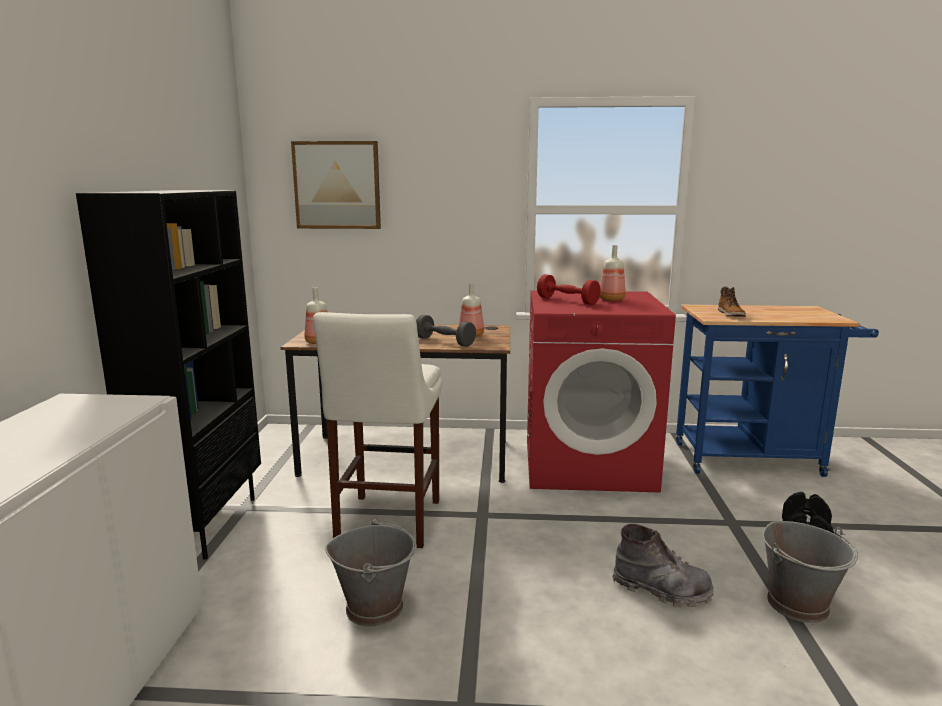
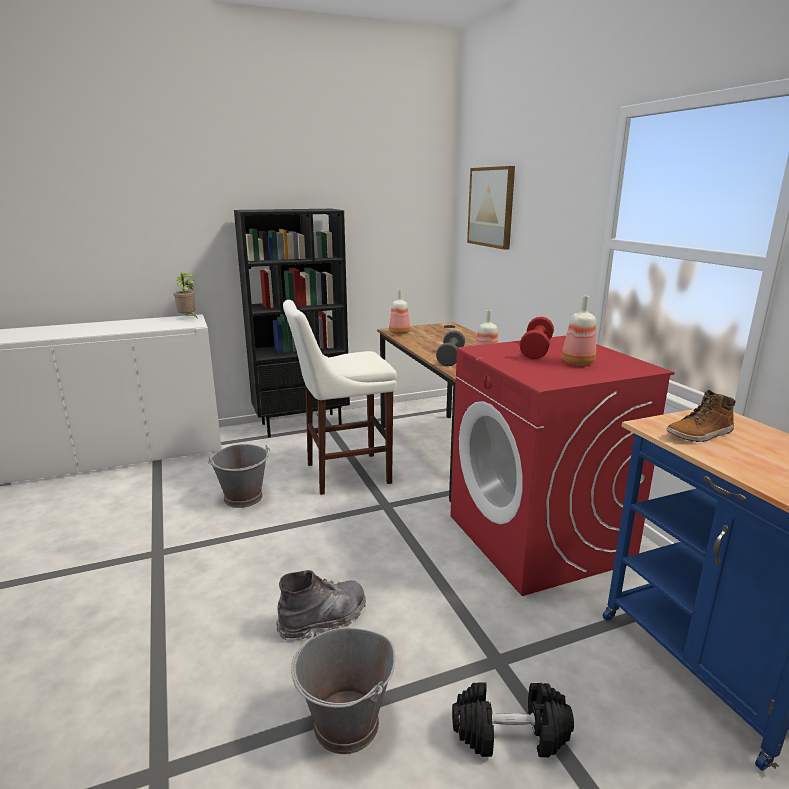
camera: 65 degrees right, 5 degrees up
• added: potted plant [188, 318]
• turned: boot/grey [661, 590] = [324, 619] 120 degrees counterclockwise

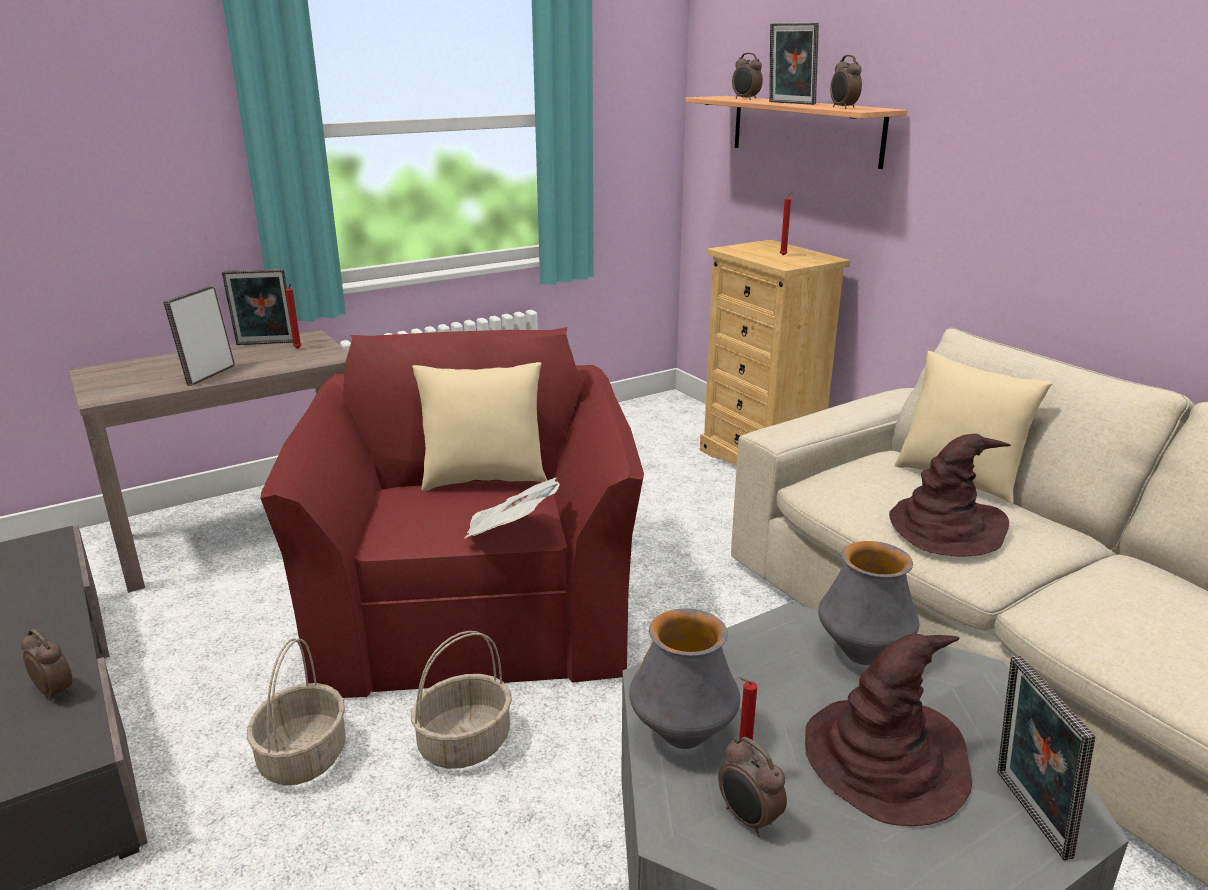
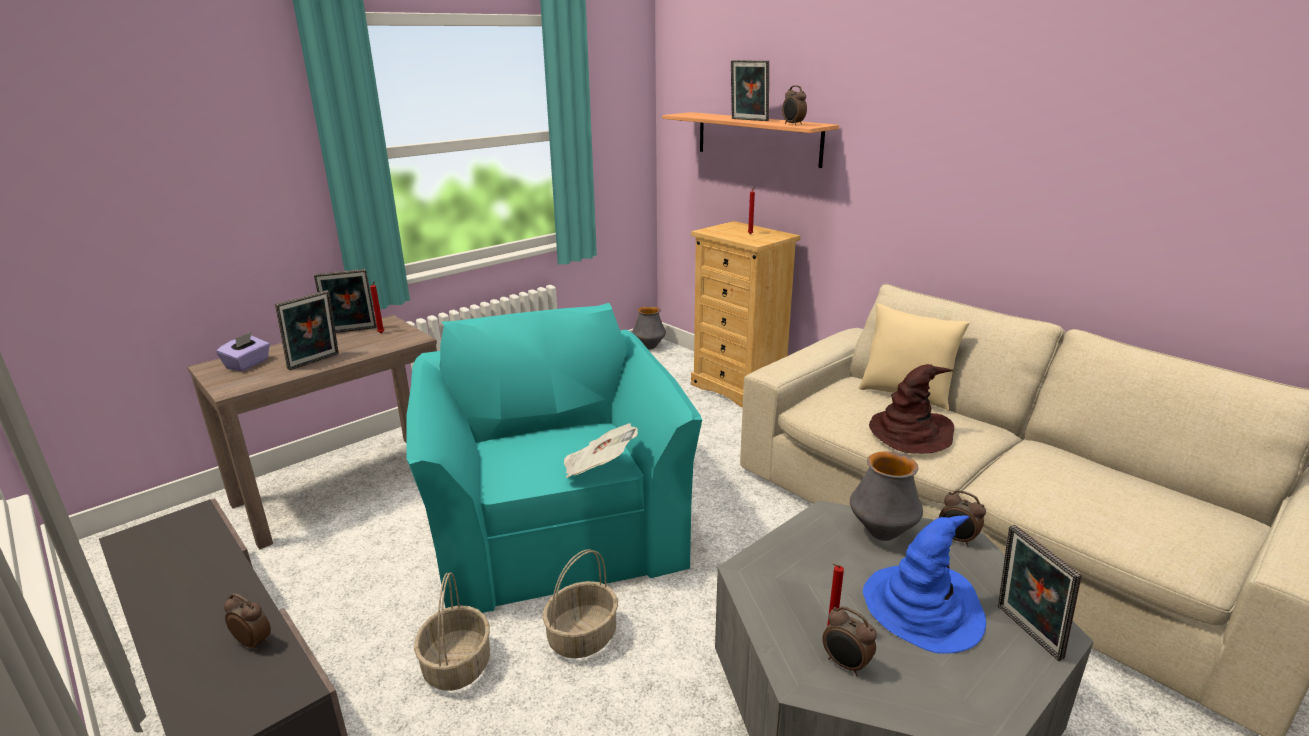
camera: 10 degrees left, 0 degrees up
• added: tissue box/purple [248, 364]
• turned: picture frame [208, 375] = [315, 362] 150 degrees counterclockwise
• recoloured: armchair/red [474, 601] to armchair/turquoise [554, 523]
• moved: vase [682, 736] to [649, 347]
• recoloured: hat/brown [886, 760] to hat/blue [923, 608]
• moved: alarm clock [745, 99] to [957, 539]
• removed: pillow/beige [484, 479]

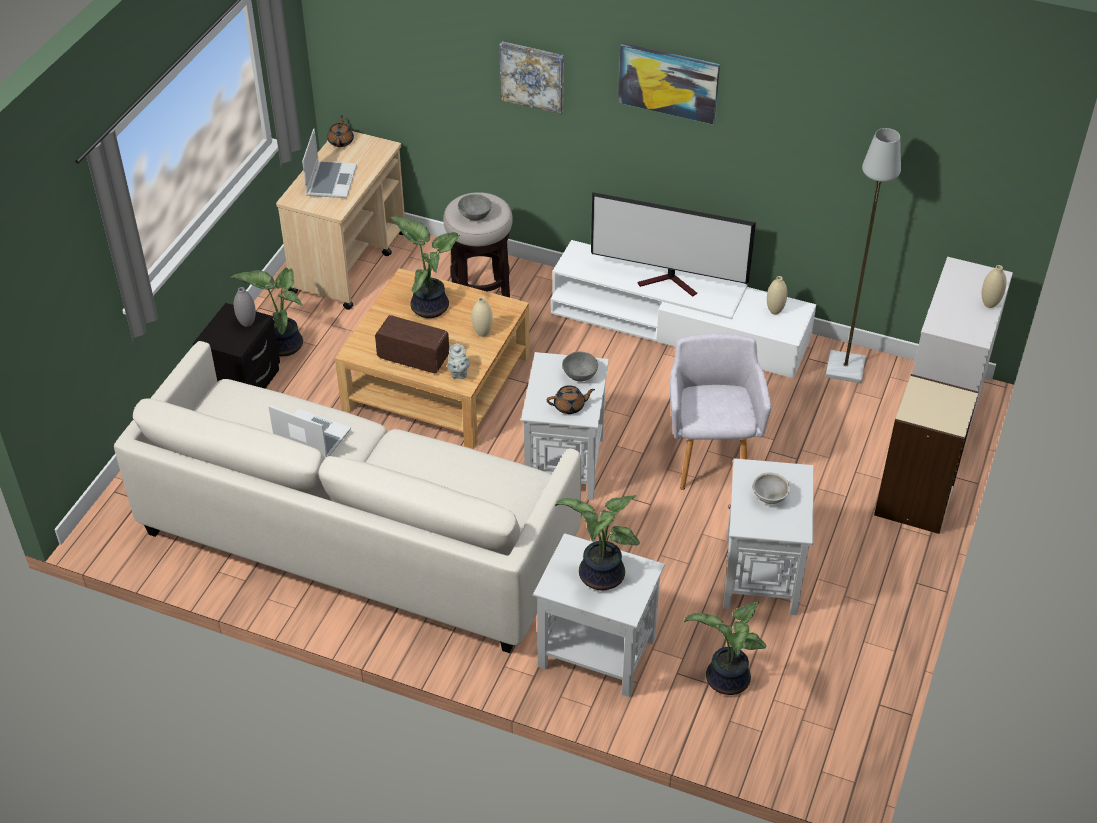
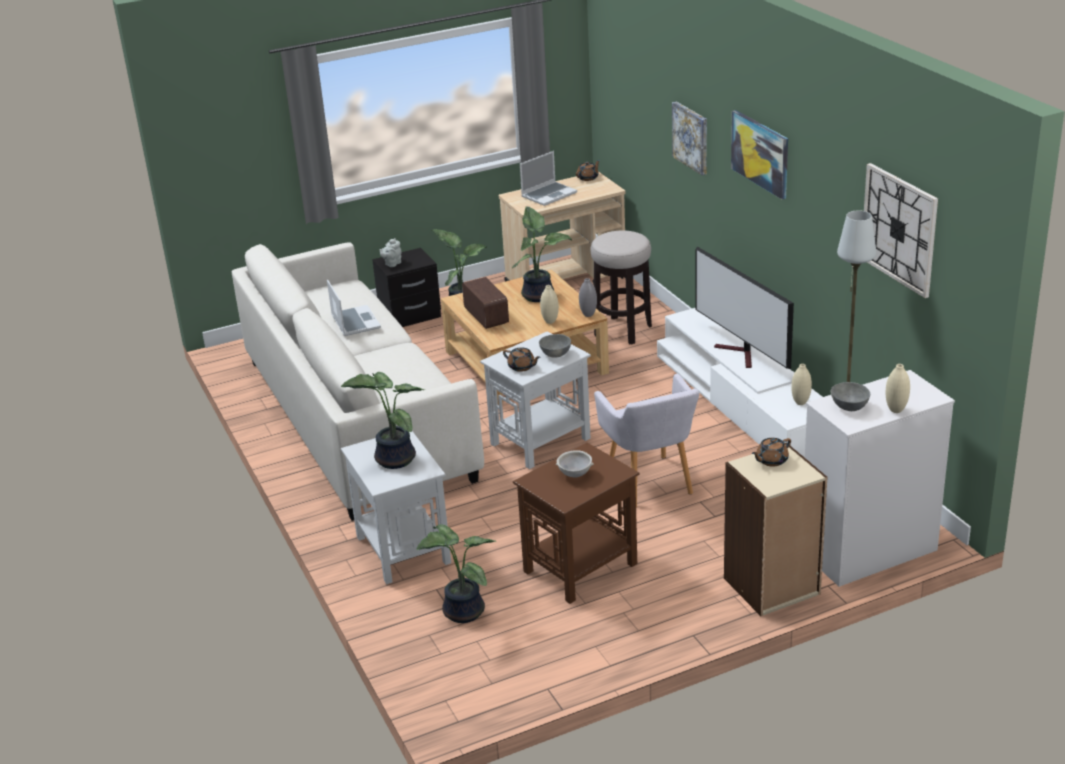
camera: 45 degrees right, 15 degrees down
• moved: teapot/grey [458, 373] to [392, 264]
• recoloured: side table/white [761, 576] to side table/brown [579, 568]
• moved: vase/grey [247, 323] to [588, 315]
• turned: armchair/grey [711, 456] = [650, 484] 120 degrees clockwise
• added: teapot/brown [771, 460]
• moved: bowl/grey [474, 216] to [849, 406]
• added: wall clock [899, 229]

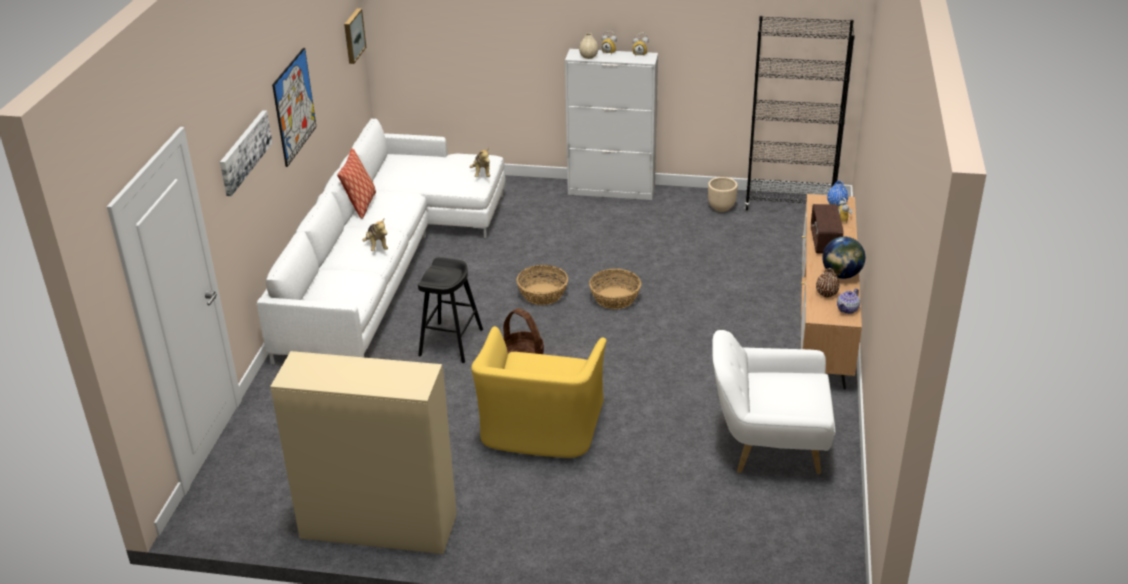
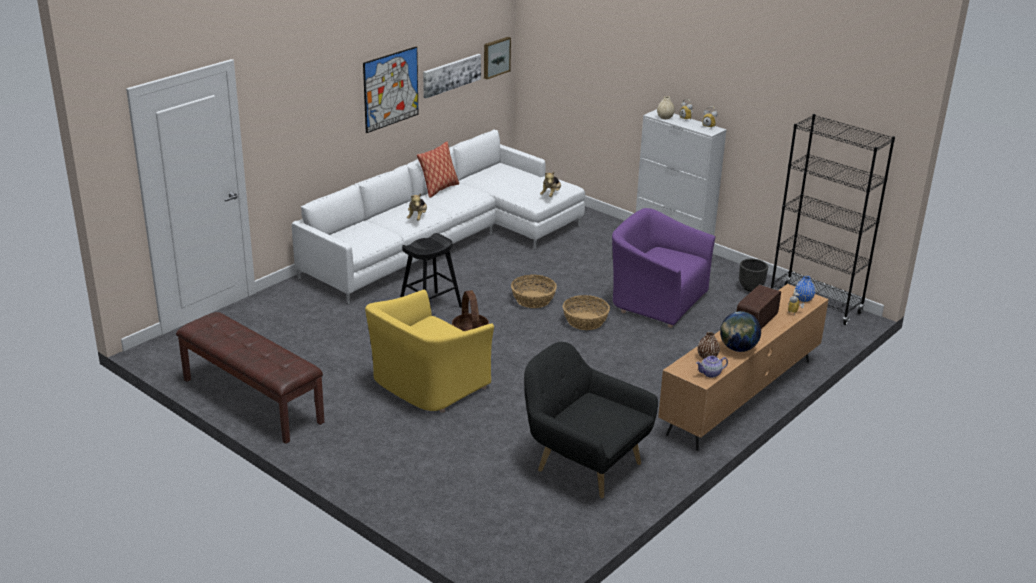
camera: 30 degrees right, 5 degrees down
• replaced: cabinet/beige [377, 528] to bench/brown [251, 401]
• moved: picture [244, 151] to [451, 75]
• recoloured: armchair/white [768, 446] to armchair/black [584, 463]
• added: armchair/purple [656, 301]
• recoloured: planter/beige [721, 208] to planter/black [751, 288]

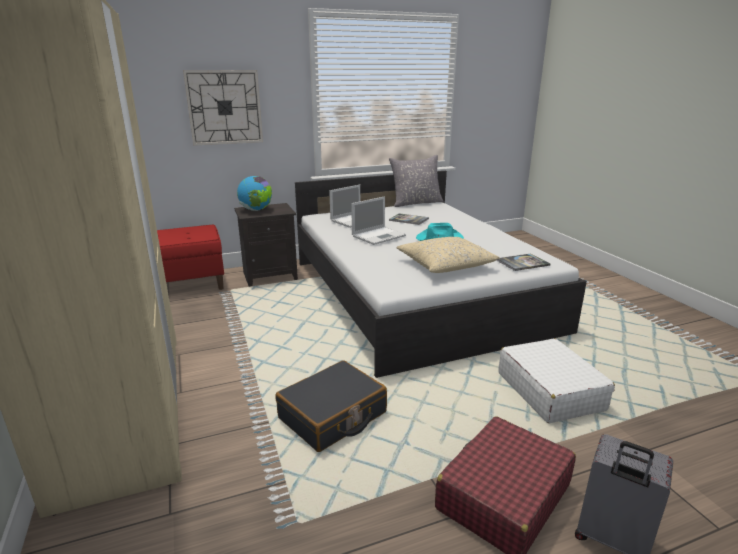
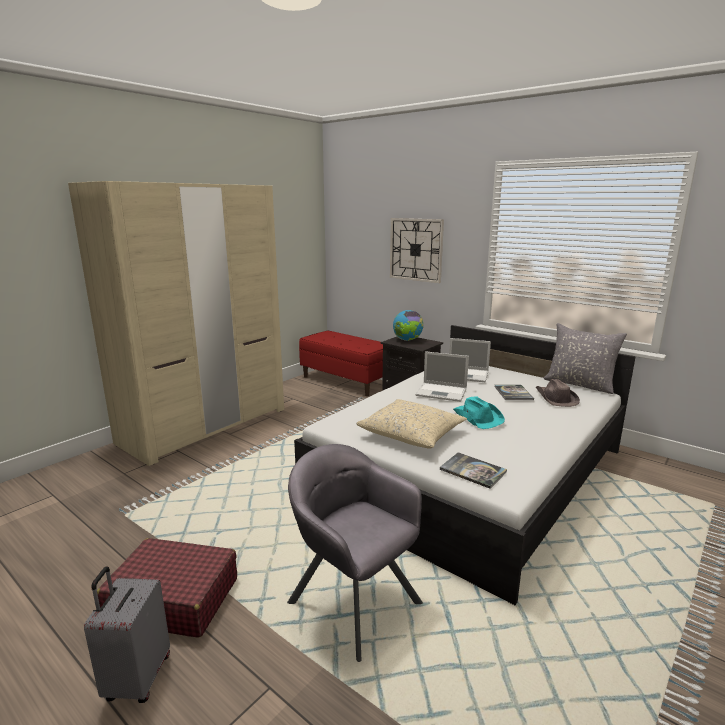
camera: 60 degrees right, 5 degrees down
• replaced: suitcase/white [549, 391] to armchair/grey [354, 602]
• added: hat/brown [555, 398]
• removed: suitcase/black [333, 416]

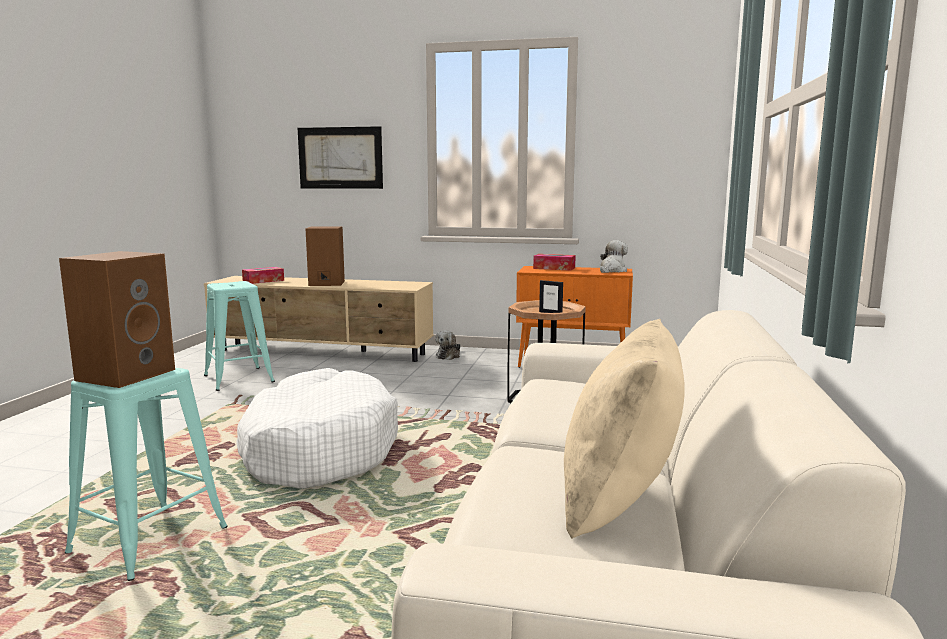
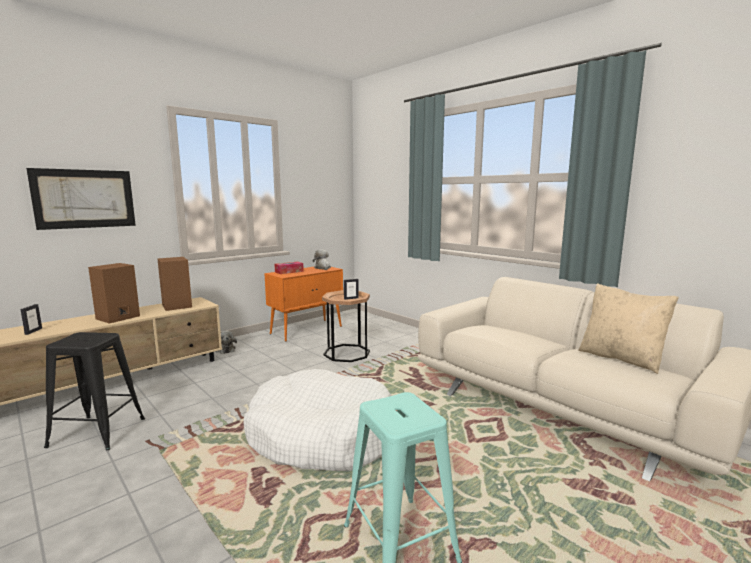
camera: 55 degrees left, 0 degrees up
• replaced: tissue box [263, 281] to picture frame [33, 331]
• recoloured: stool/turquoise [238, 379] to stool/black [97, 432]
• moved: speaker/brown [126, 374] to [176, 306]

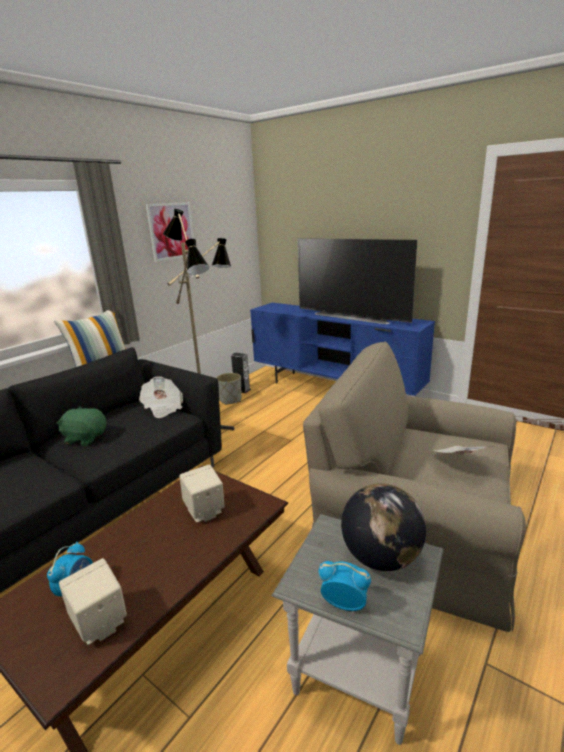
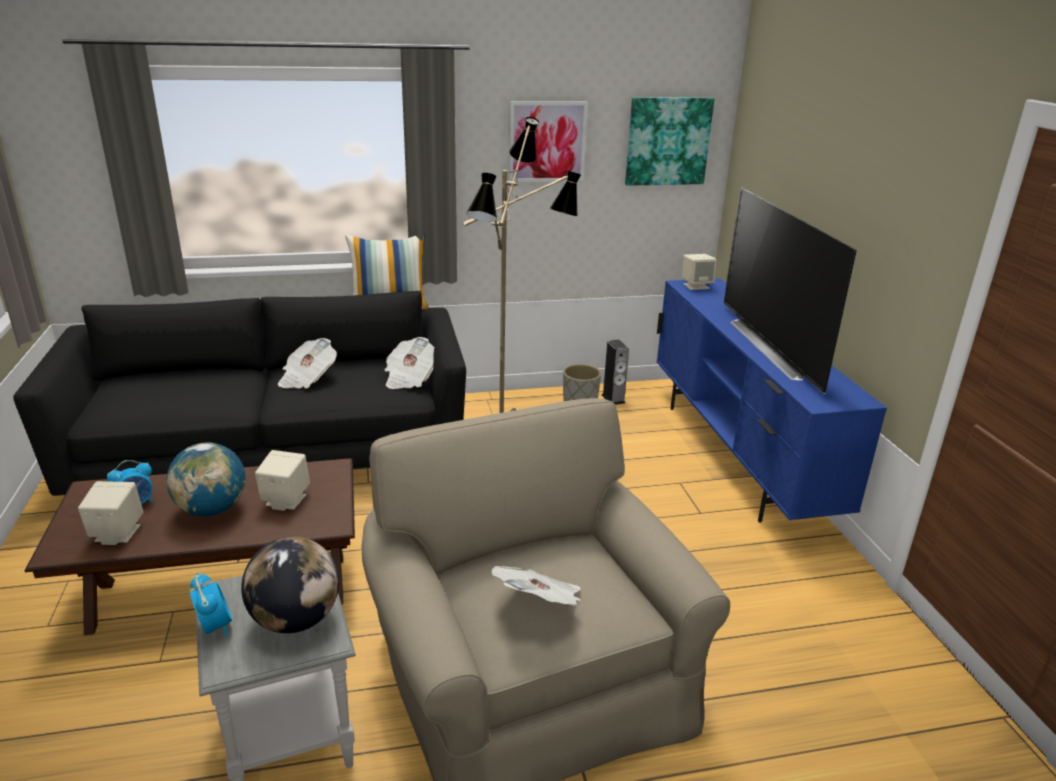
camera: 40 degrees right, 5 degrees up
• added: globe [212, 510]
• replaced: plush toy/green [85, 438] to newspaper [307, 378]
• added: picture [667, 141]
• added: speaker/beige [696, 286]

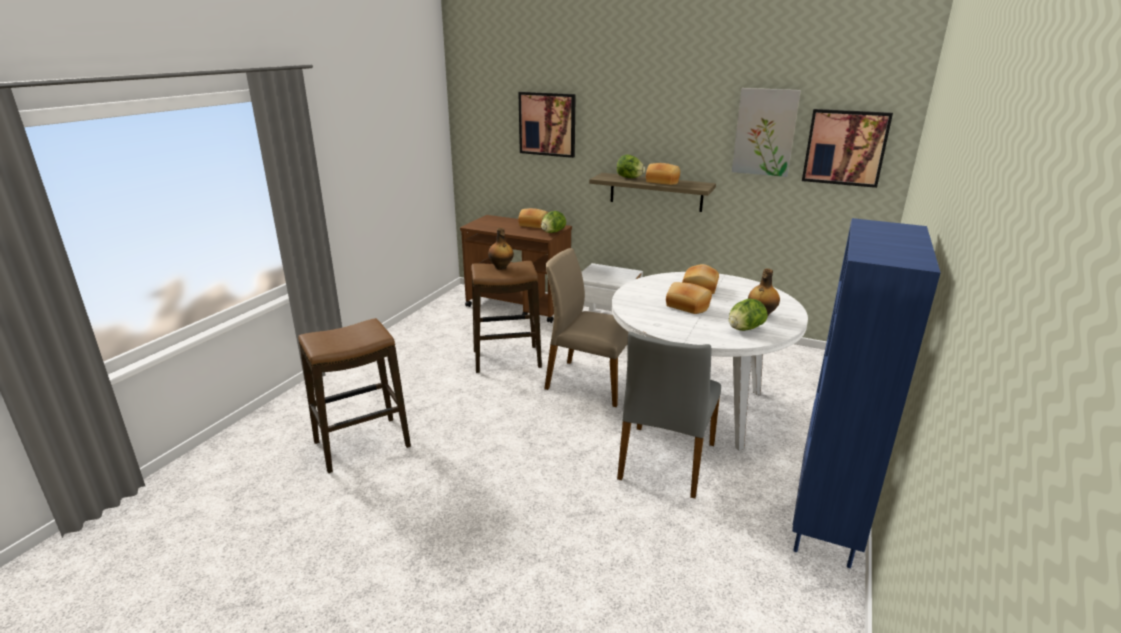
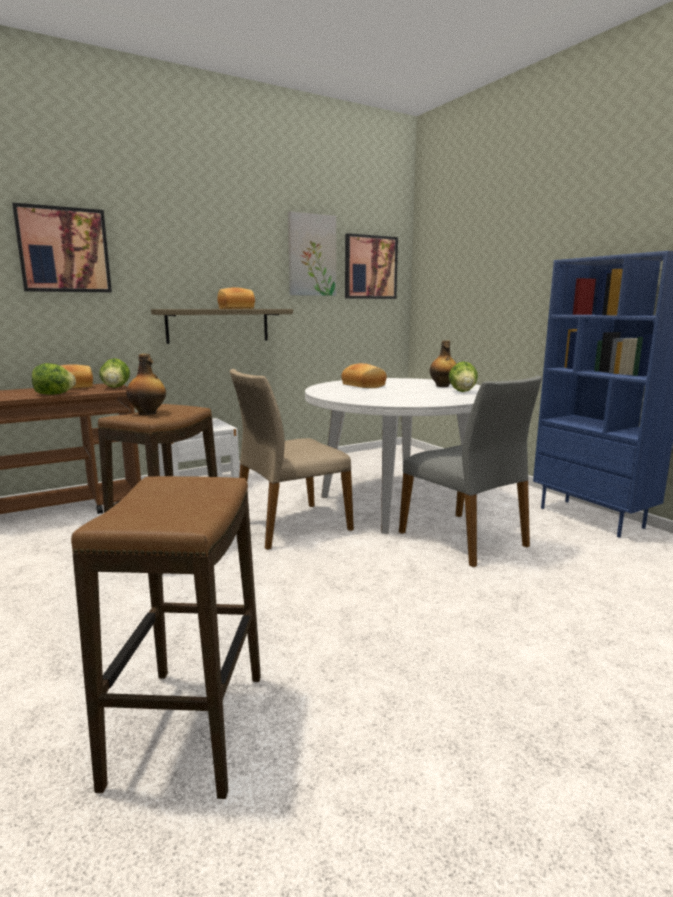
camera: 55 degrees left, 10 degrees down
• moved: lettuce [629, 178] to [54, 394]
• removed: bread [687, 306]

